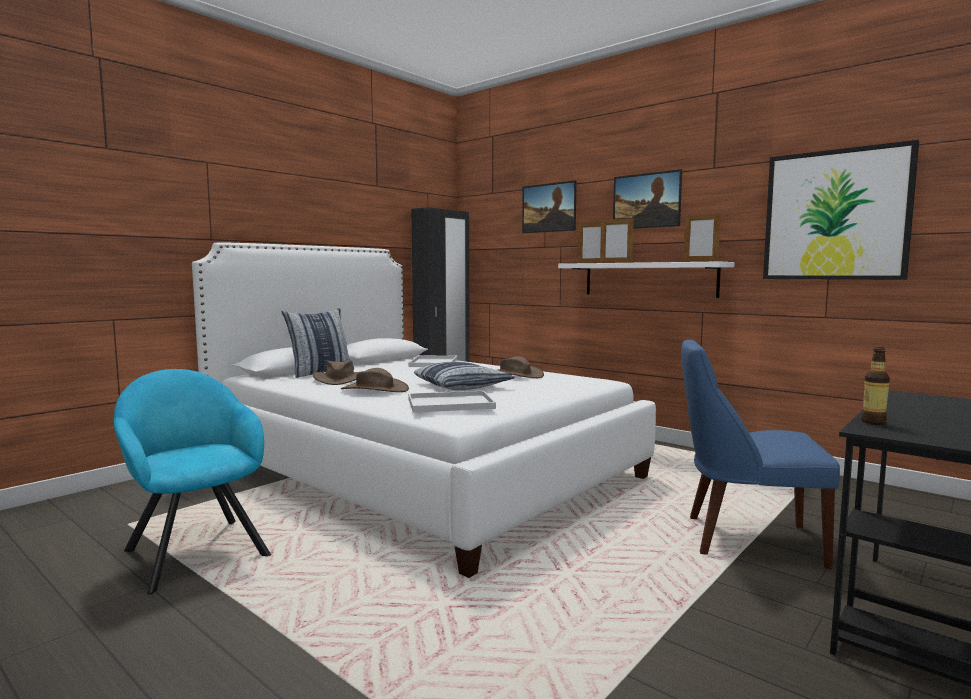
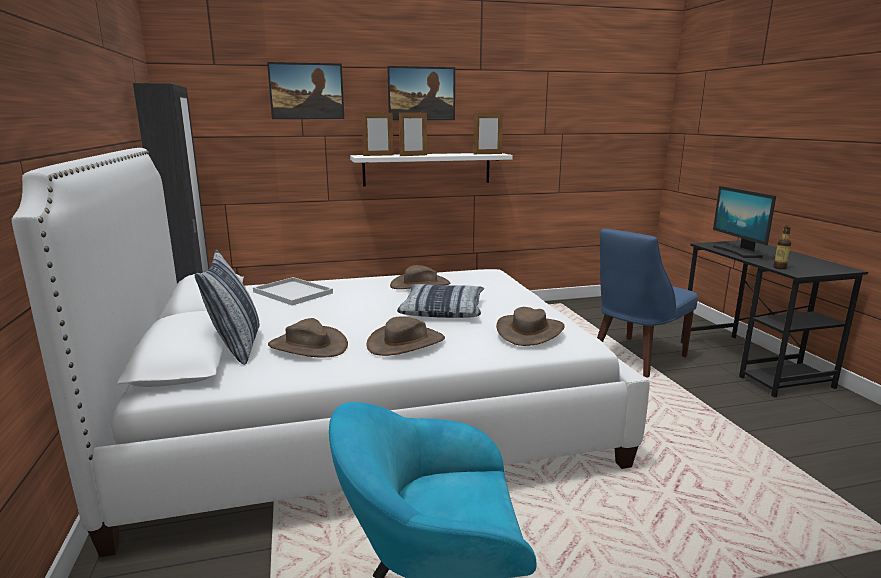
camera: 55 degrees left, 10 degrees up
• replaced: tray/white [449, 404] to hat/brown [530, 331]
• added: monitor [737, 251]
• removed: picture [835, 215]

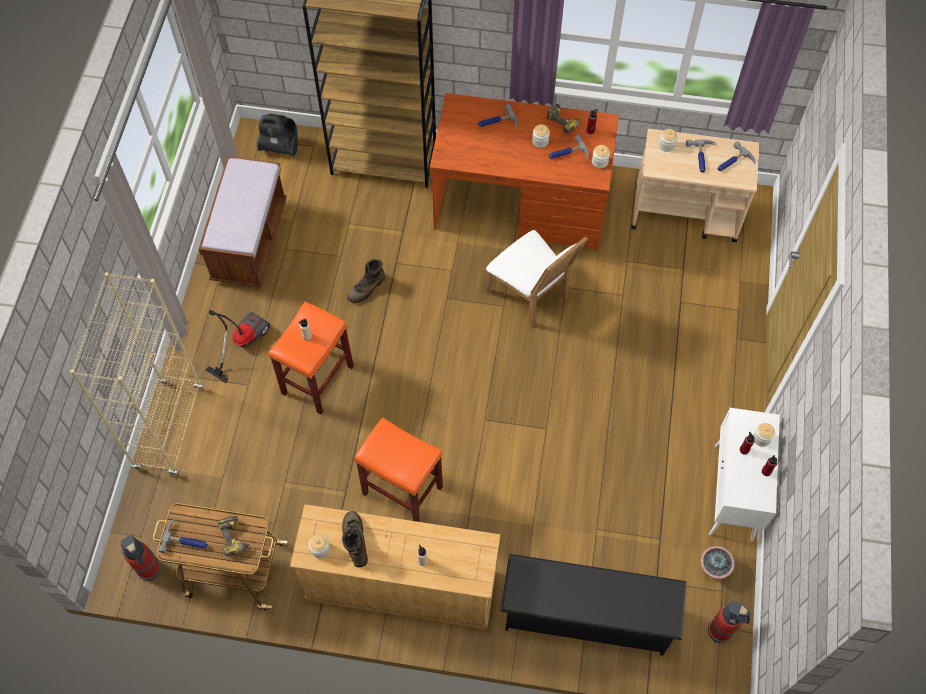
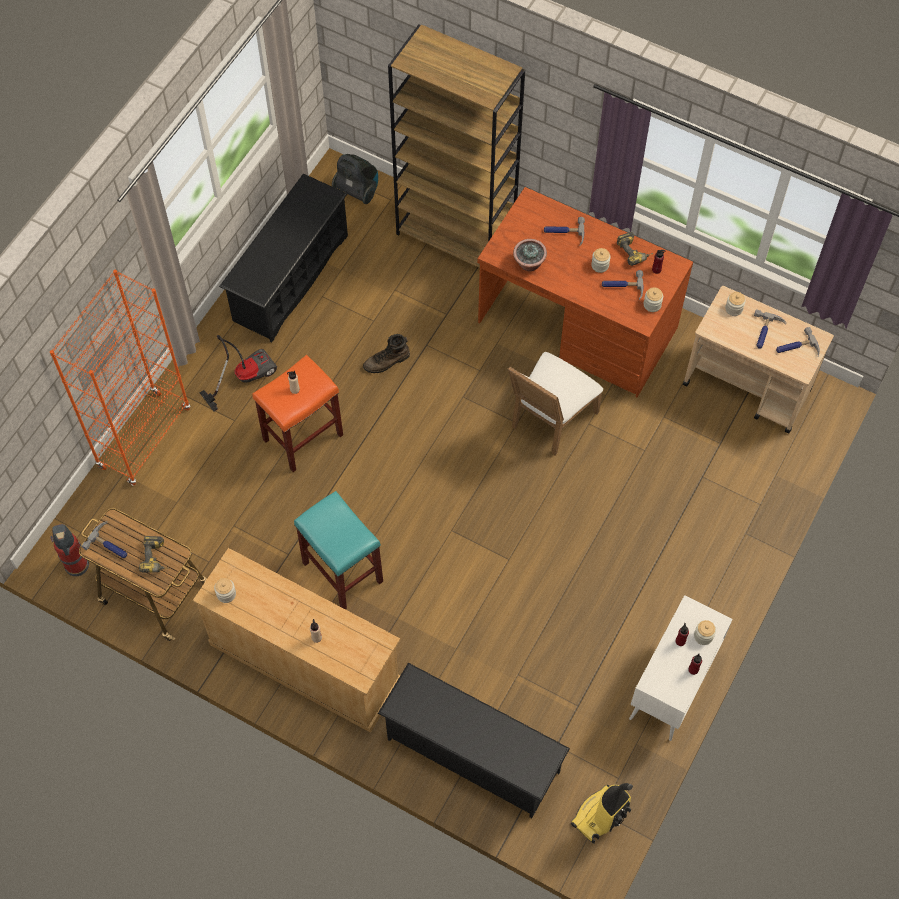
camera: 20 degrees right, 0 degrees up
• recoloured: bookcase/beige [169, 428] to bookcase/orange [145, 438]
• replaced: bench/brown [250, 241] to shoe rack/black [290, 278]
• recoloured: stool/orange [401, 490] to stool/turquoise [341, 572]
• turned: chair/white [531, 295] = [549, 421] 60 degrees clockwise
• moved: potted plant [713, 568] to [529, 264]
• replaced: fire extinguisher [721, 631] to vacuum cleaner [600, 816]
• removed: boot/brown [354, 540]

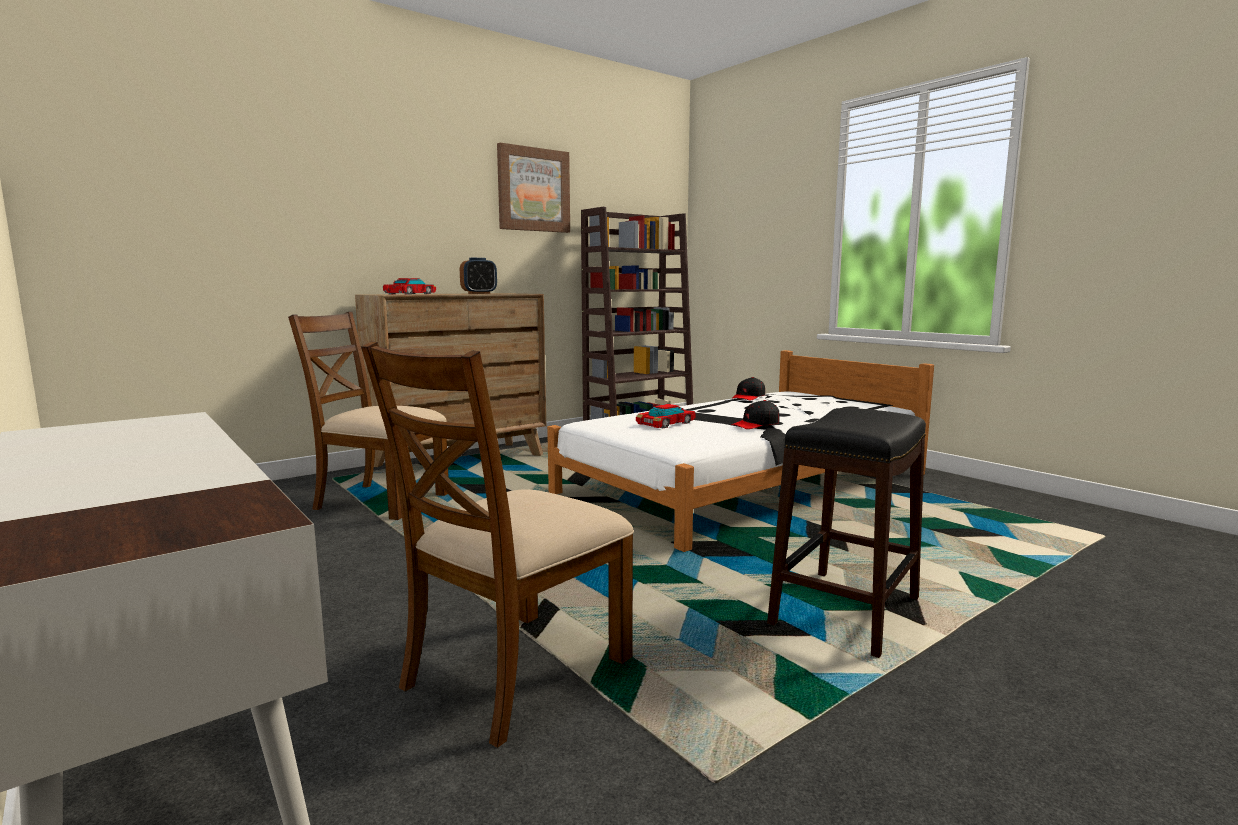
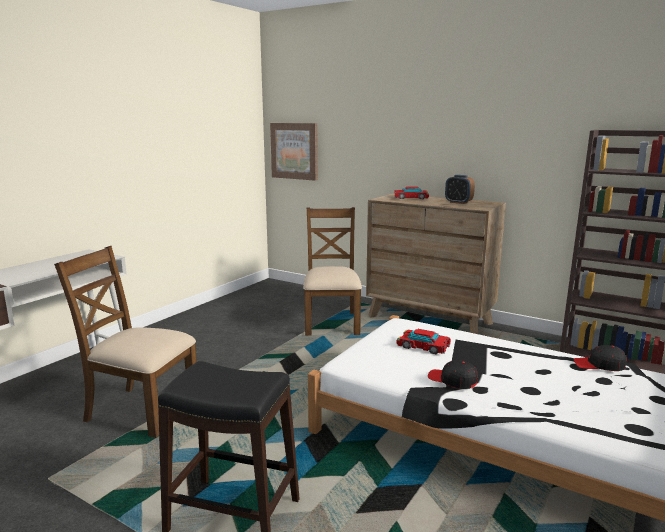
camera: 70 degrees right, 5 degrees up
• moved: picture [533, 190] to [294, 151]

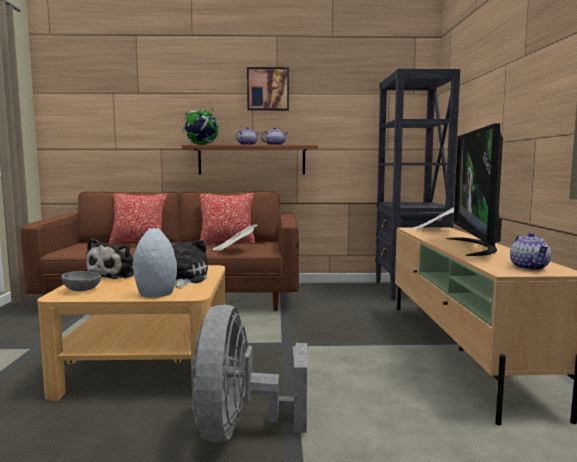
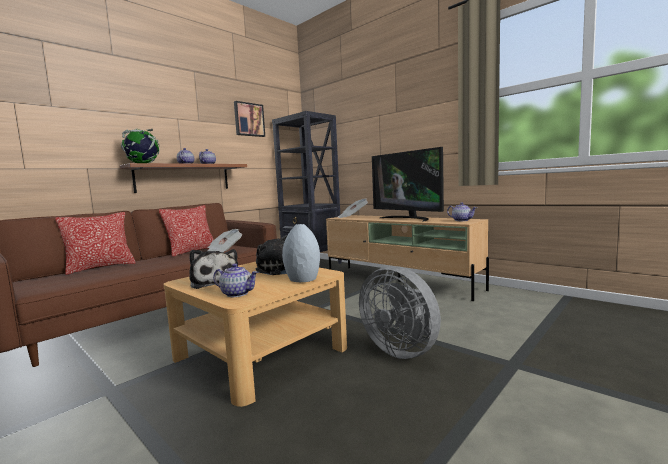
camera: 45 degrees left, 0 degrees up
• replaced: bowl/grey [82, 290] to teapot [237, 294]
• moved: picture [268, 89] to [249, 119]

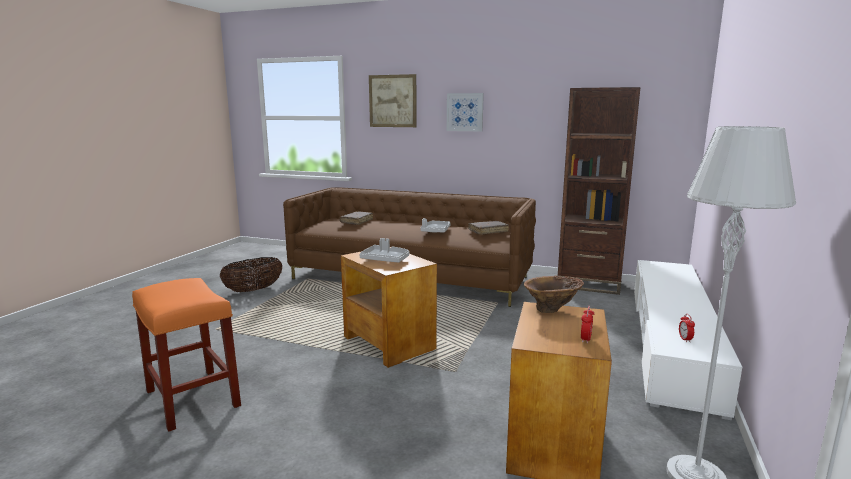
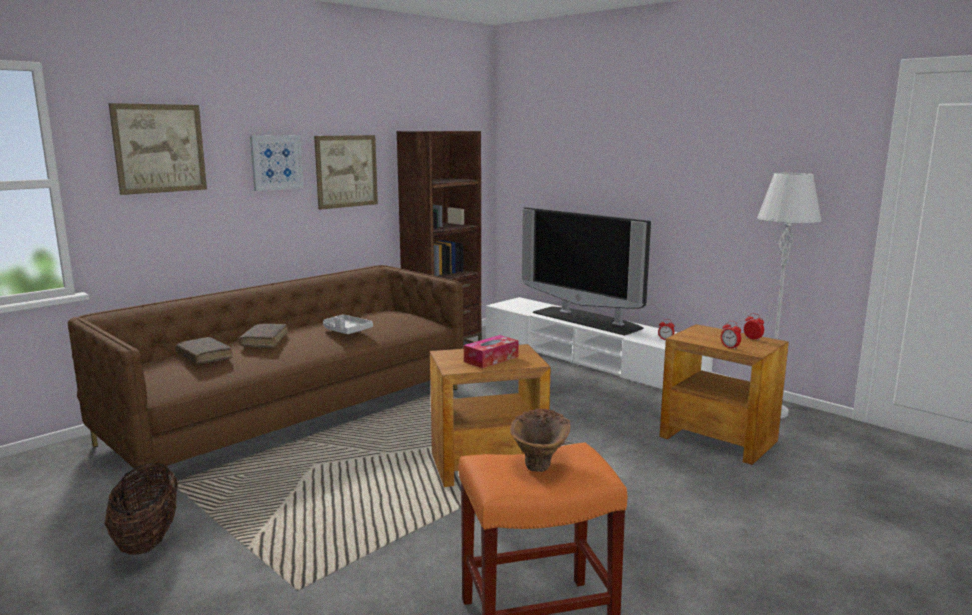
camera: 65 degrees left, 0 degrees up
• moved: book/brown [488, 231] to [264, 341]
• added: picture [346, 171]
• replaced: tray/grey [385, 260] to tissue box [491, 359]
• moved: vase/brown [552, 310] to [540, 462]
• added: television [587, 320]
• added: alarm clock [730, 347]

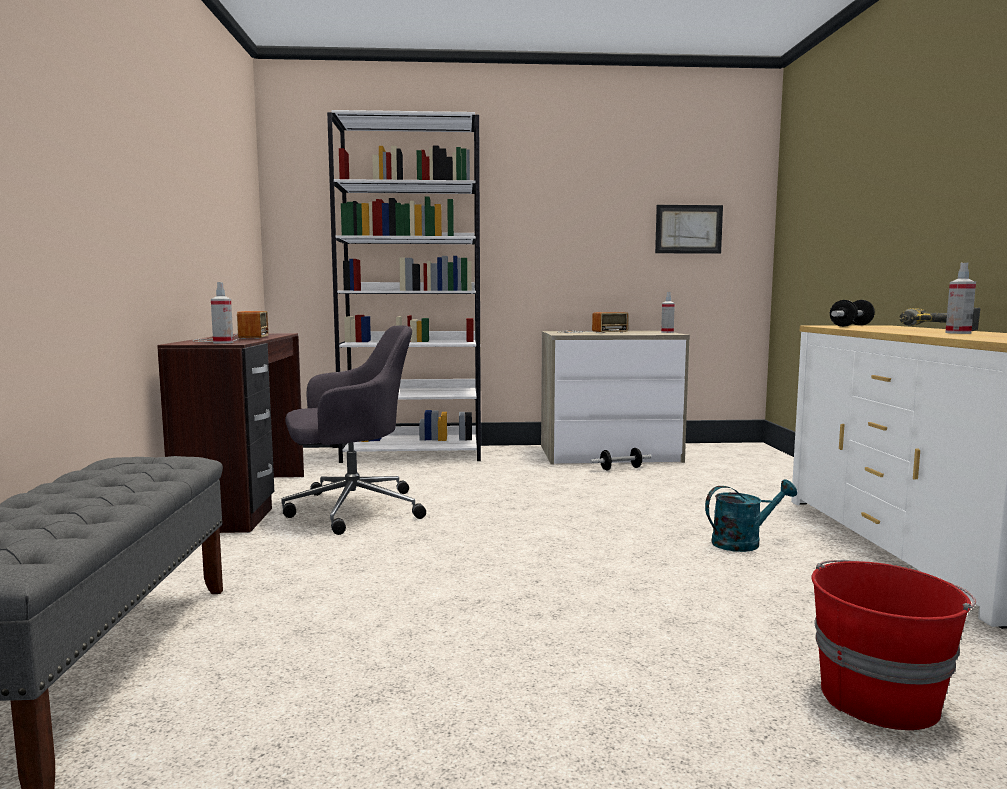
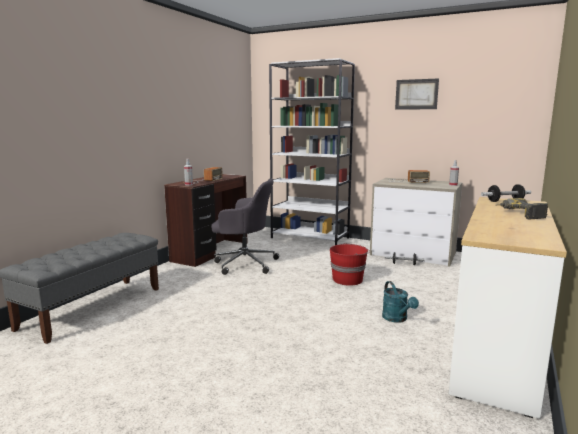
camera: 30 degrees right, 5 degrees up
• moved: bucket/red [879, 696] to [348, 280]
• turned: watering can/turquoise [743, 542] = [397, 319] 60 degrees clockwise
• moved: picture [688, 229] to [416, 94]
• removed: spray bottle [958, 333]

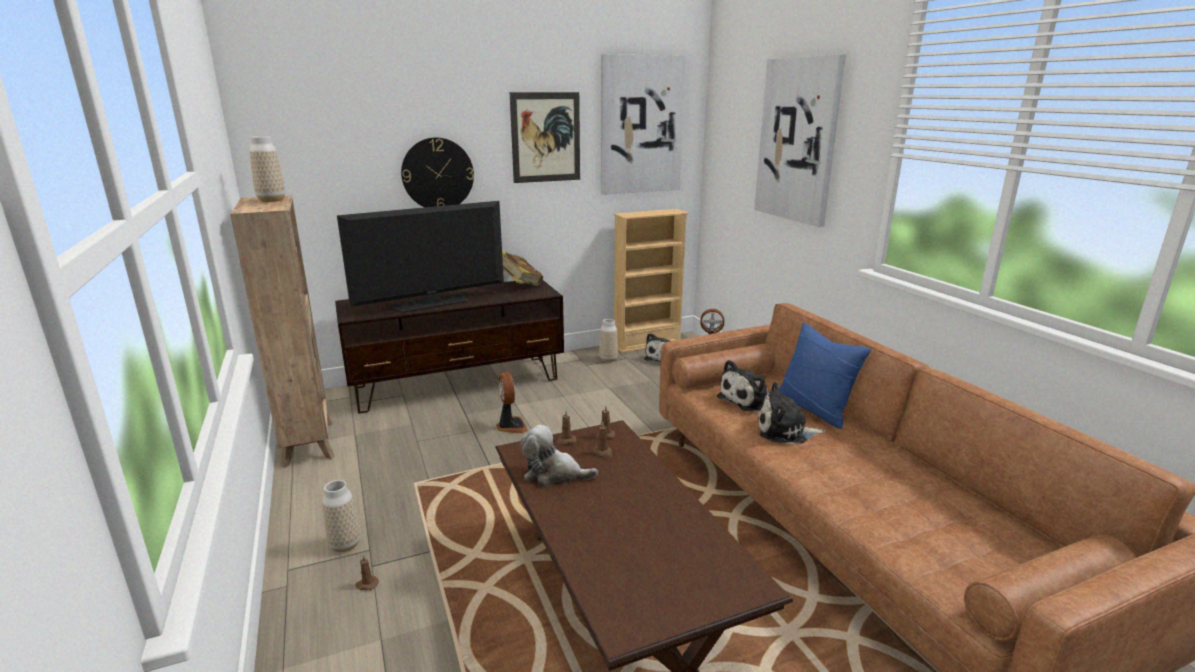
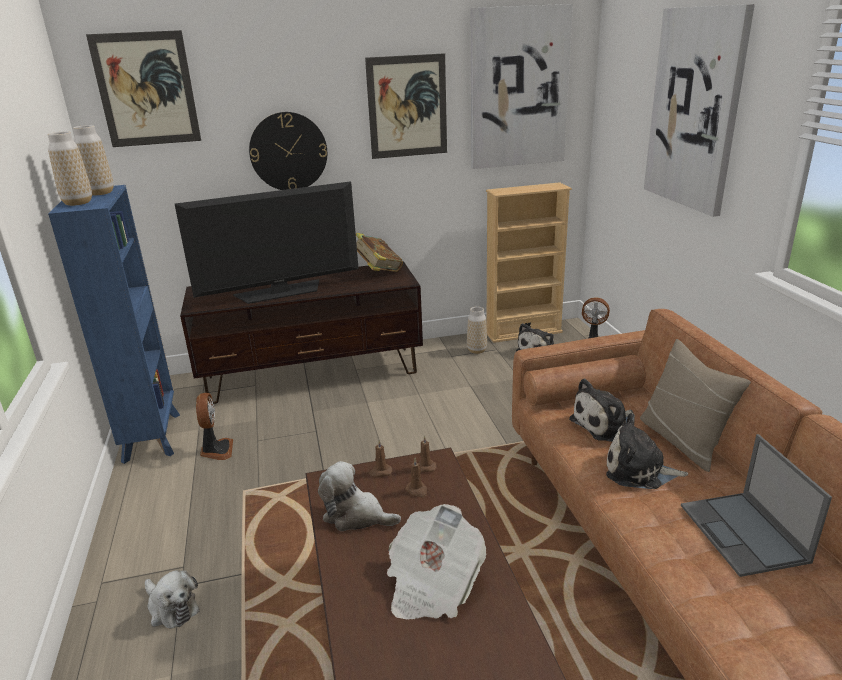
camera: 10 degrees right, 5 degrees up
• moved: vase [345, 545] to [78, 203]
• recoloured: bookcase/brown [308, 443] to bookcase/blue [152, 436]
• added: picture [146, 89]
• replaced: candle/brown [366, 584] to plush toy [171, 608]
• moved: fan [511, 426] to [216, 450]
• added: newspaper [432, 584]
• recoloured: pillow/blue [814, 408] to pillow/beige [682, 441]
• added: laptop [744, 534]

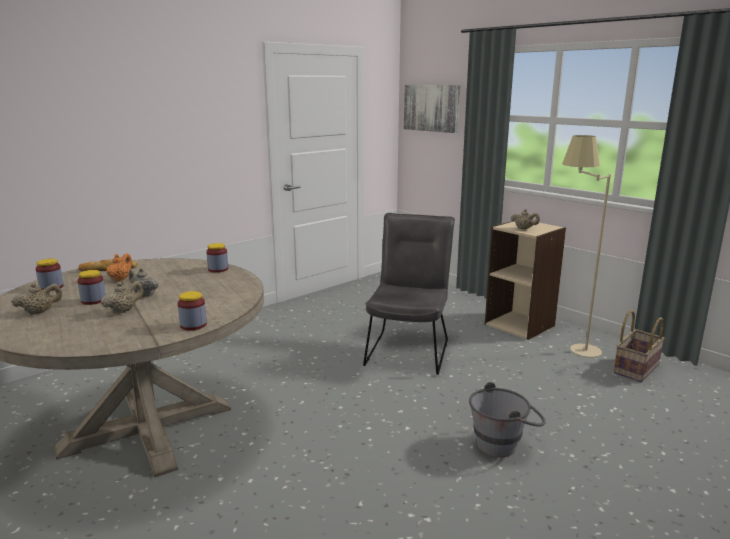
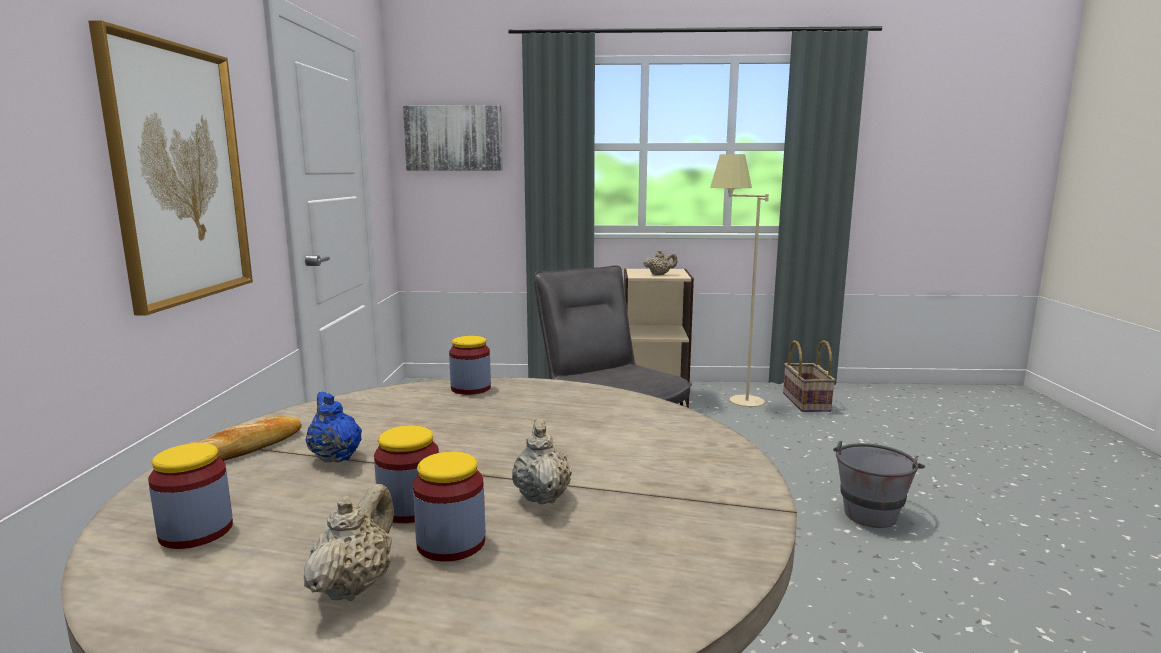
camera: 45 degrees left, 5 degrees down
• added: picture [179, 174]
• recoloured: teapot/orange [120, 279] to teapot/blue [335, 456]
• moved: jar [193, 325] to [451, 543]
• removed: teapot/beige [144, 295]

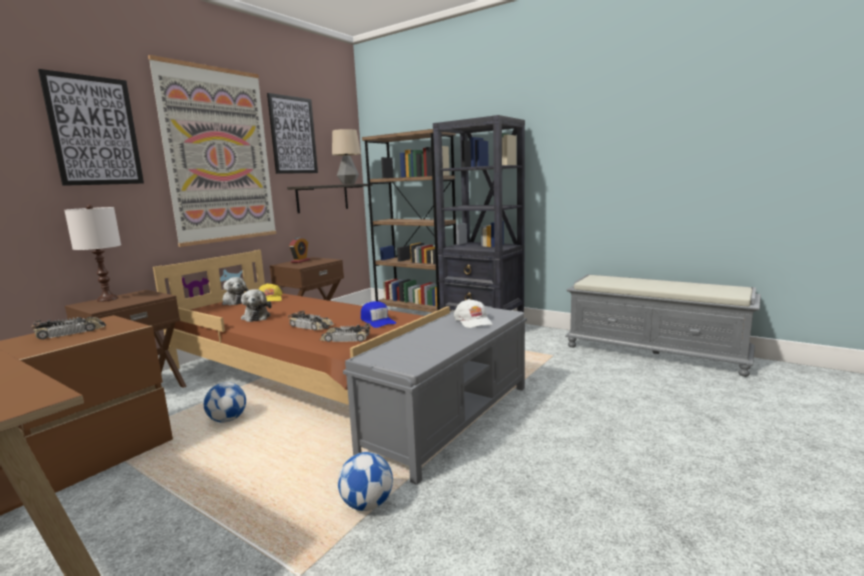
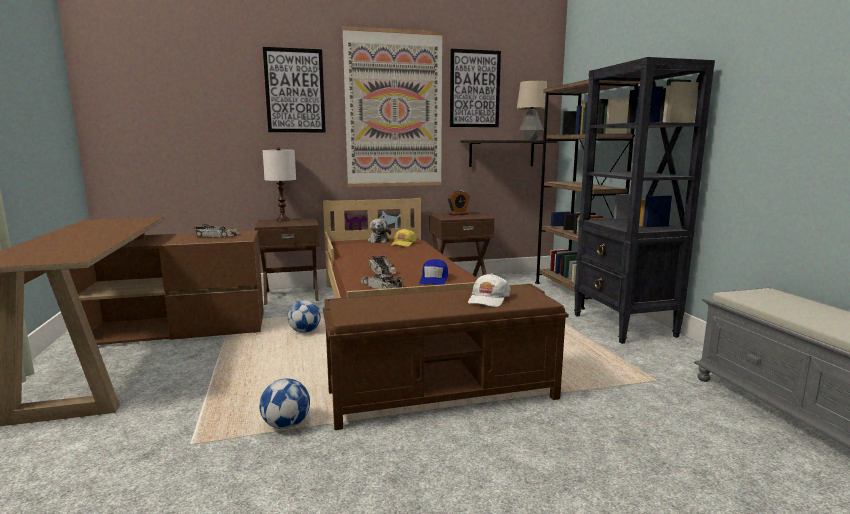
camera: 40 degrees right, 0 degrees up
• recoloured: bench/grey [451, 418] to bench/brown [444, 394]
• removed: plush toy [256, 317]

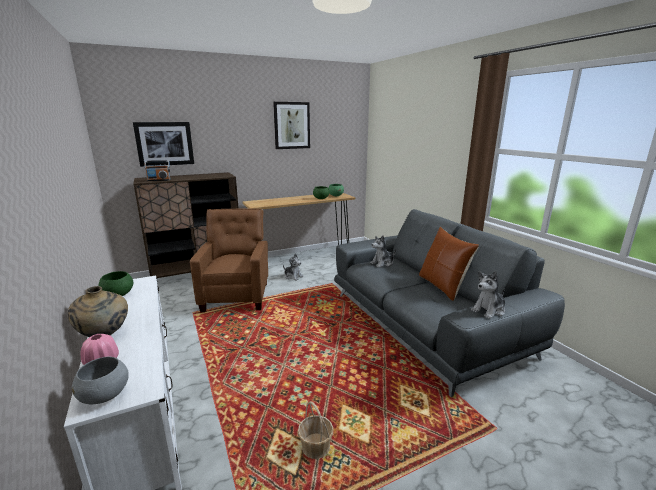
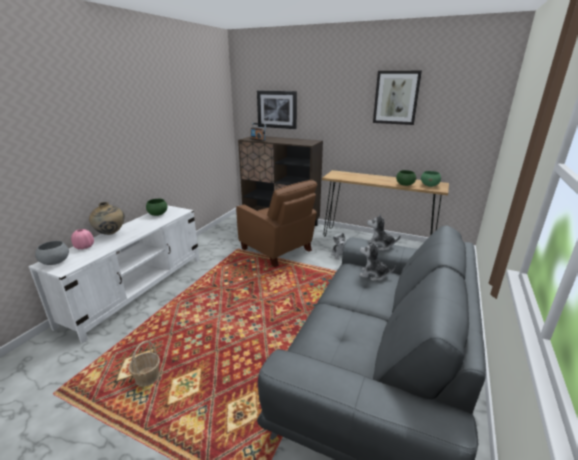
camera: 50 degrees right, 5 degrees up
• turned: armchair/brown [237, 295] = [278, 250] 90 degrees clockwise
• moved: plush toy [489, 310] to [380, 246]
• removed: pillow/brown [442, 286]

